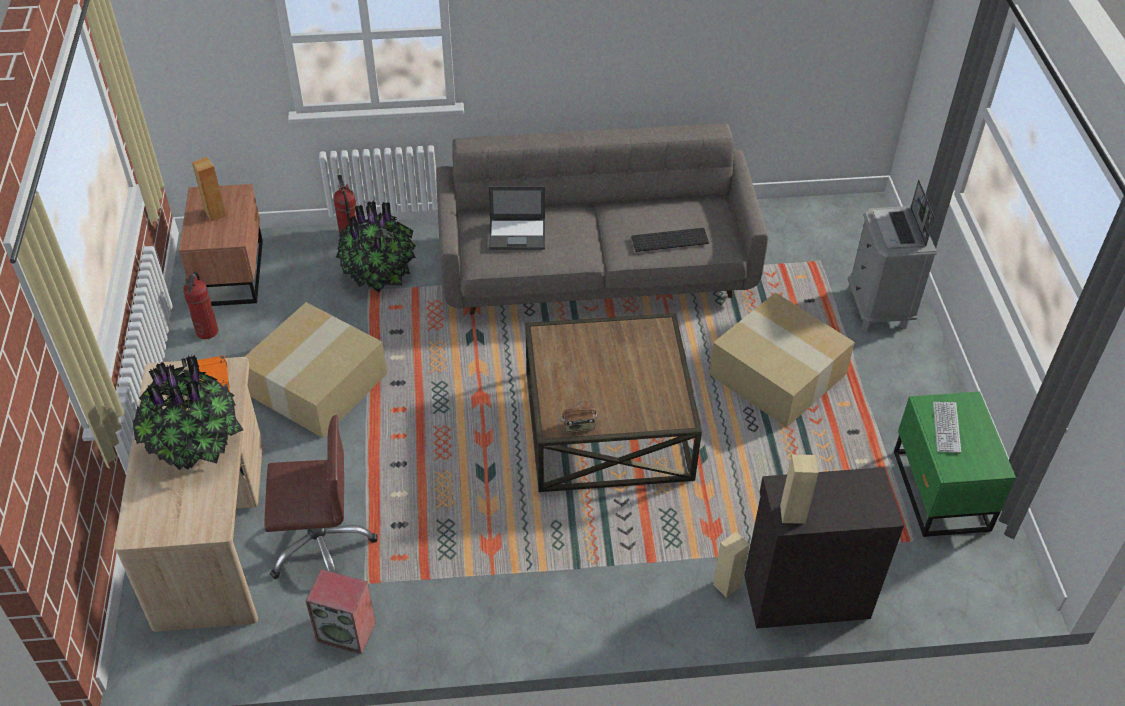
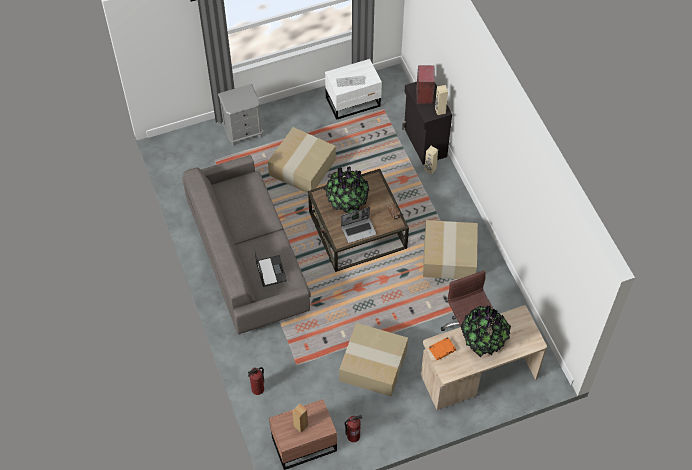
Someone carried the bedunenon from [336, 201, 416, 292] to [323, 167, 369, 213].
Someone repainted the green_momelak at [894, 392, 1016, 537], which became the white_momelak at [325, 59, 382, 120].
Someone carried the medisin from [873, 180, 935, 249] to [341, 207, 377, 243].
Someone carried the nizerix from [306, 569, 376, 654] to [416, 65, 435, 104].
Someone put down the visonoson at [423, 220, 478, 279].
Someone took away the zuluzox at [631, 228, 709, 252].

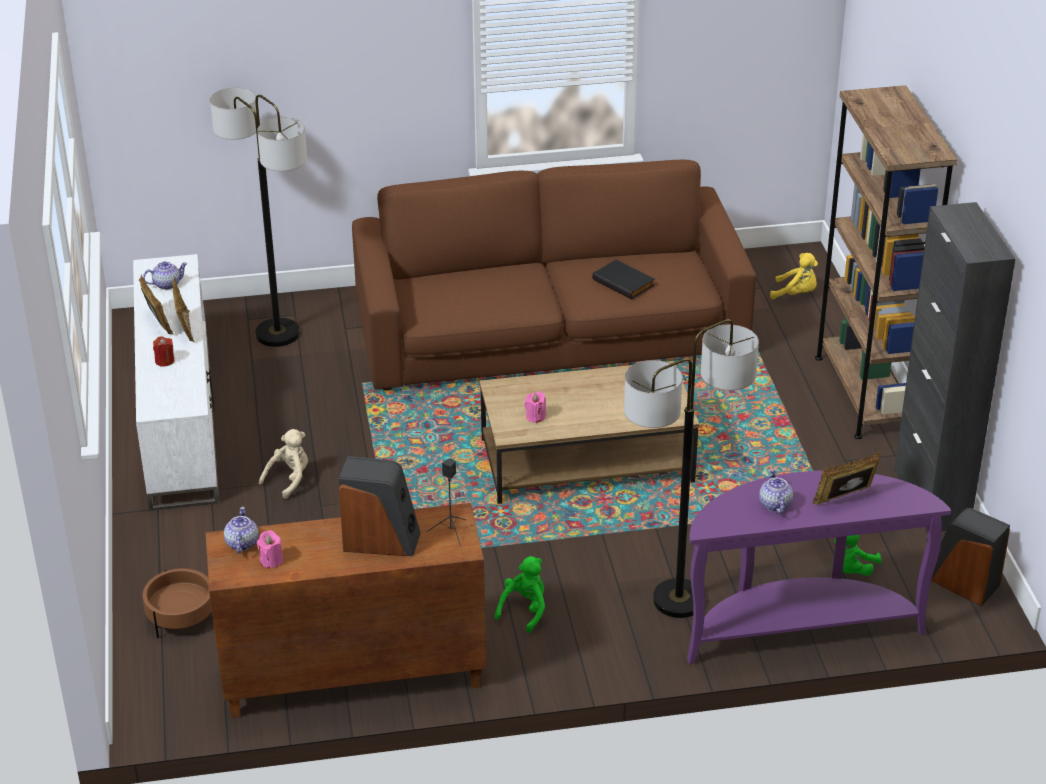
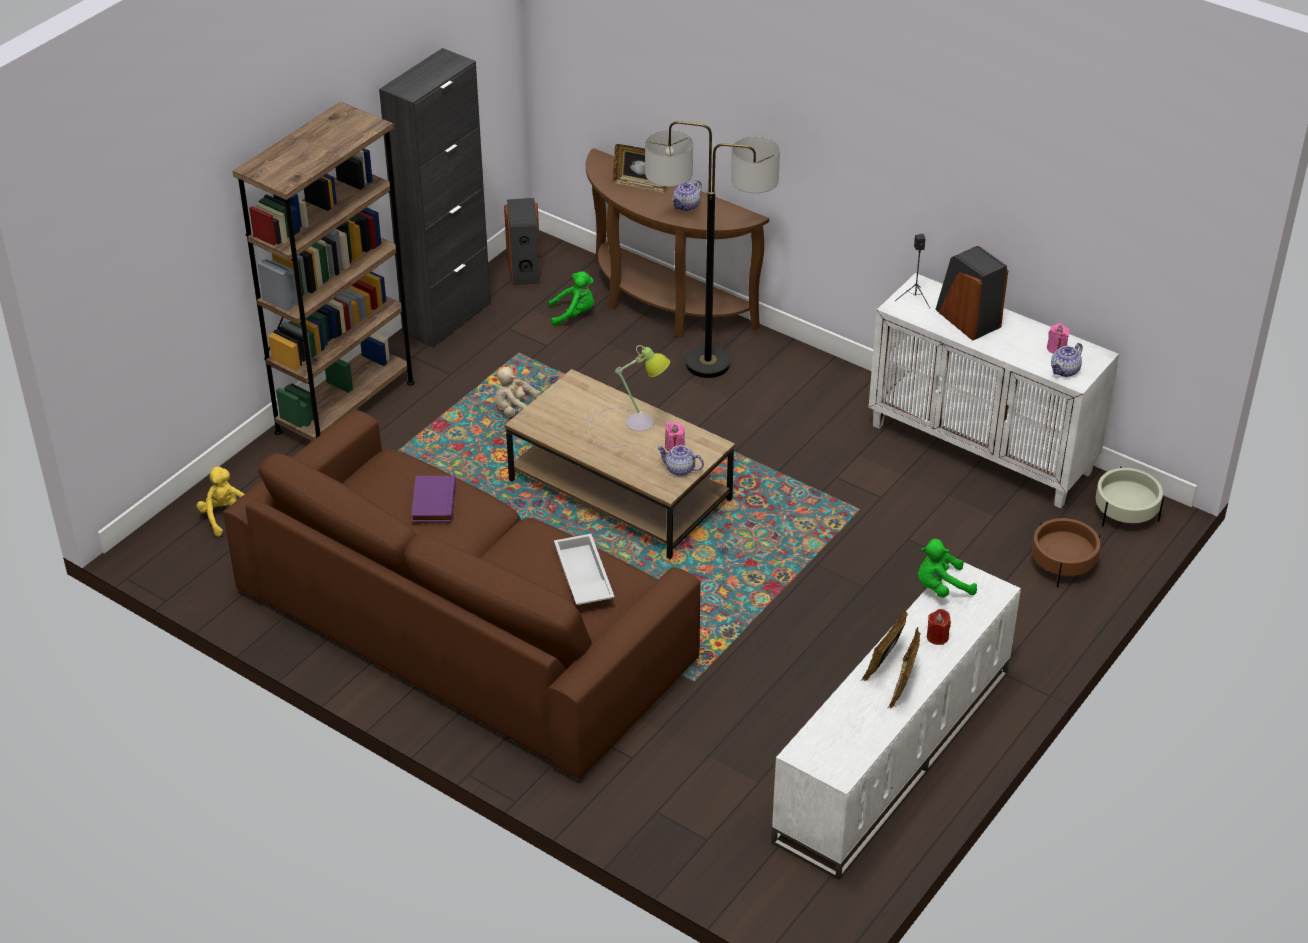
Someone repainted the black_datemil at [592, 259, 655, 299], which became the purple_datemil at [411, 475, 456, 522].
Someone carried the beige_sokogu from [259, 429, 308, 499] to [493, 367, 541, 417].
Someone put down the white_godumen at [554, 534, 615, 605].
Someone put down the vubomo at [585, 345, 670, 459].
Someone repainted the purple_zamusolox at [687, 470, 951, 664], which became the brown_zamusolox at [586, 148, 769, 337].
Someone carried the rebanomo from [143, 261, 188, 290] to [657, 445, 704, 476].
Someone repainted the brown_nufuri at [206, 503, 486, 718], which became the white_nufuri at [869, 273, 1119, 508].
Someone carried the green_sokogu from [495, 556, 545, 633] to [918, 539, 977, 598].
Someone put down the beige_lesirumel at [1096, 467, 1164, 527].
Someone took away the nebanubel at [210, 87, 307, 347].

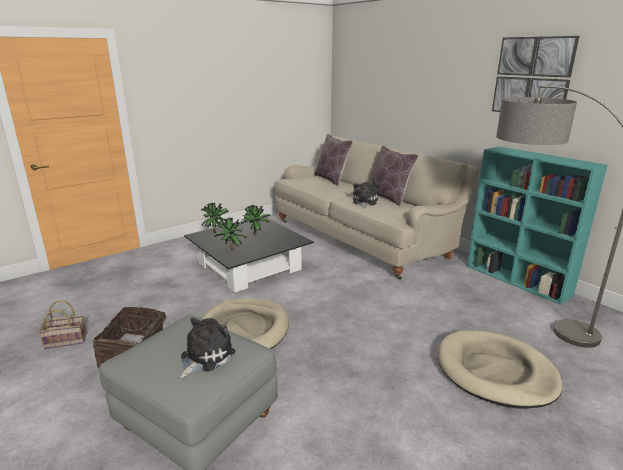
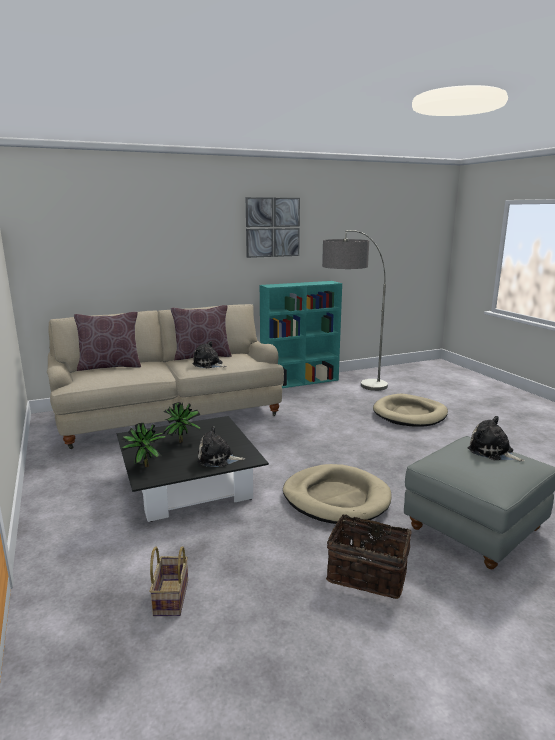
Someone carried the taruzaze from [38, 300, 87, 349] to [150, 546, 188, 616].
Someone swapped the bedunenon at [214, 218, 247, 251] for the sokogu at [197, 426, 245, 467].

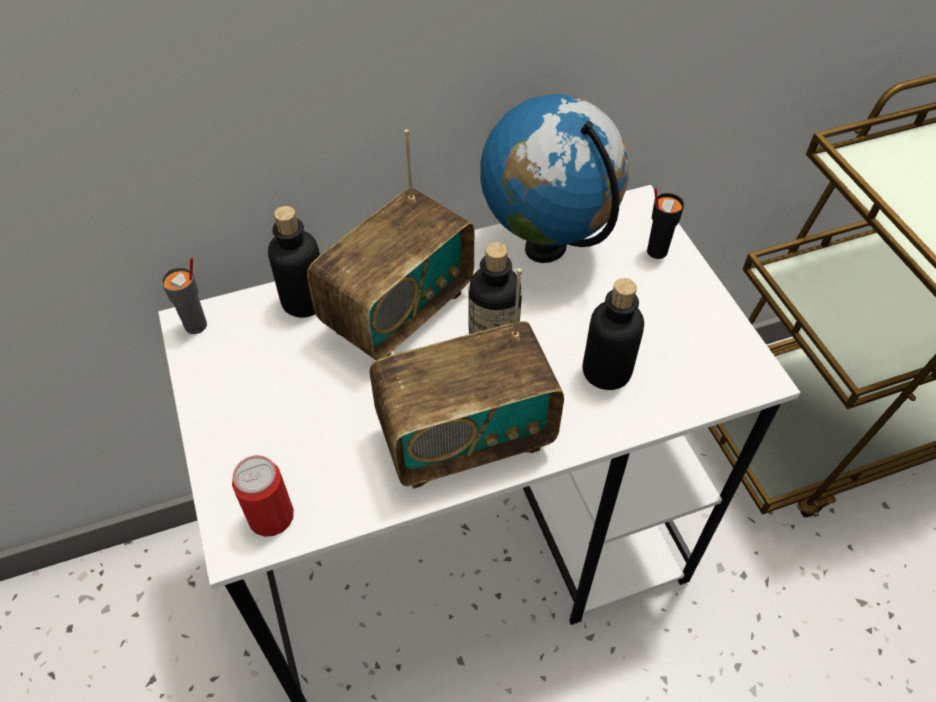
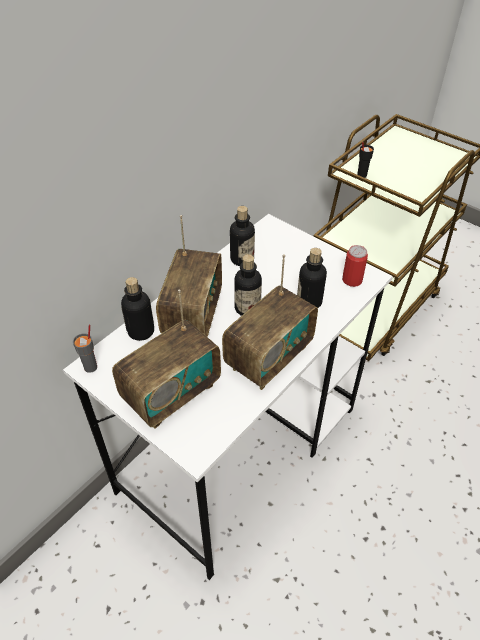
Someone put down the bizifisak at [112, 289, 221, 429].
Someone swapped the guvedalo at [480, 94, 629, 263] for the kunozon at [230, 206, 255, 266].
Someone carried the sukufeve from [232, 455, 294, 537] to [342, 245, 368, 287].
Someone carried the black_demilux from [647, 187, 684, 259] to [357, 142, 374, 178].

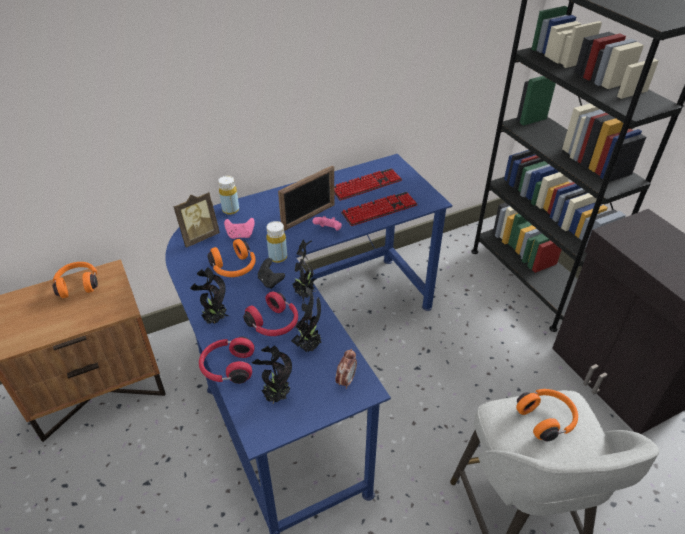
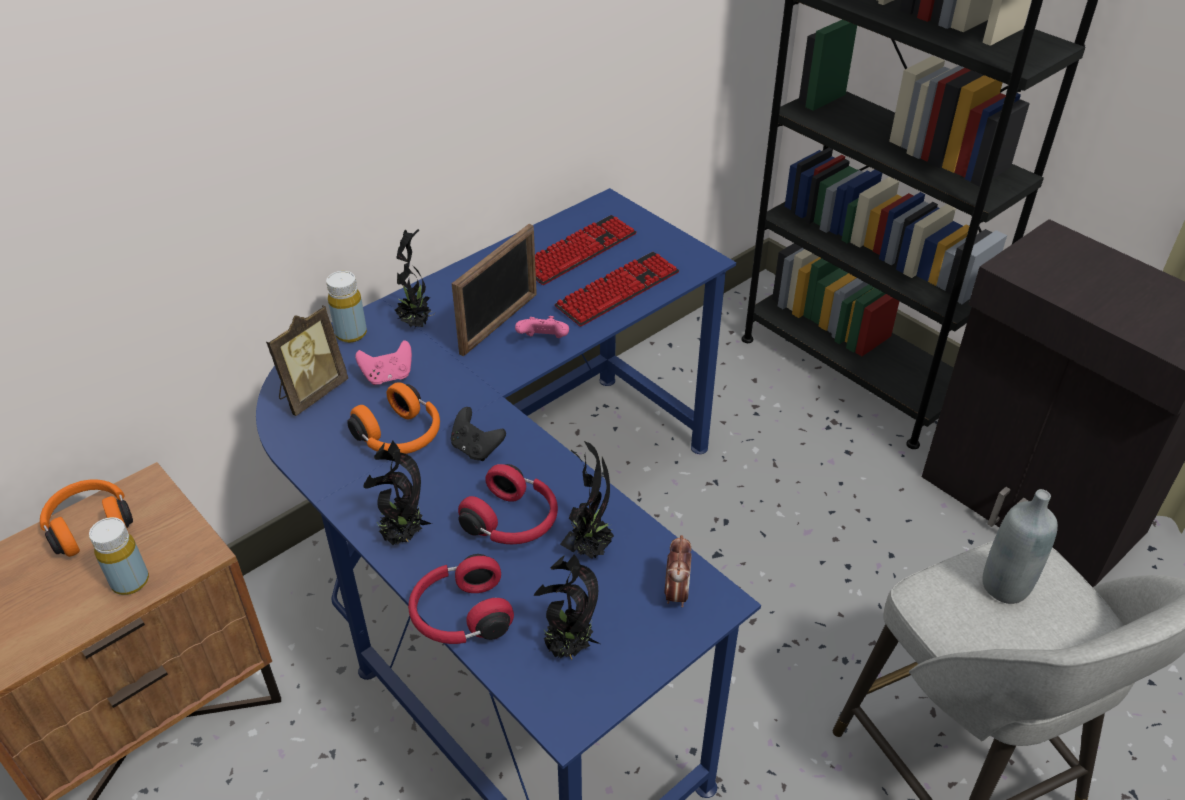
Someone carried the yellow_kunozon from [267, 221, 287, 263] to [89, 517, 149, 595].
Someone carried the bedunenon from [293, 239, 316, 298] to [395, 229, 434, 328].
Someone swapped the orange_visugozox at [516, 389, 578, 442] for the grey_kunozon at [982, 489, 1058, 604].

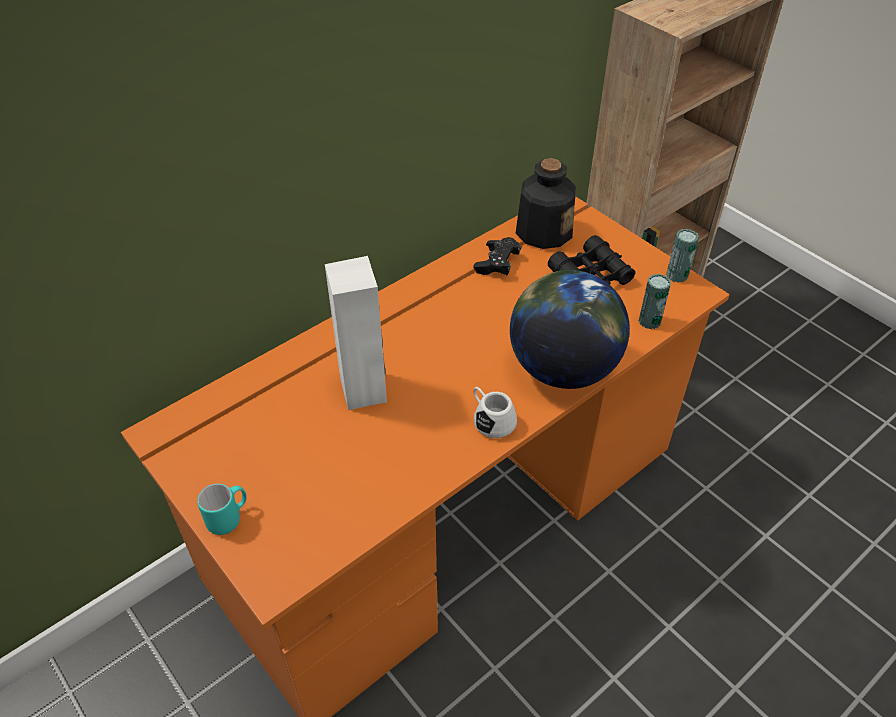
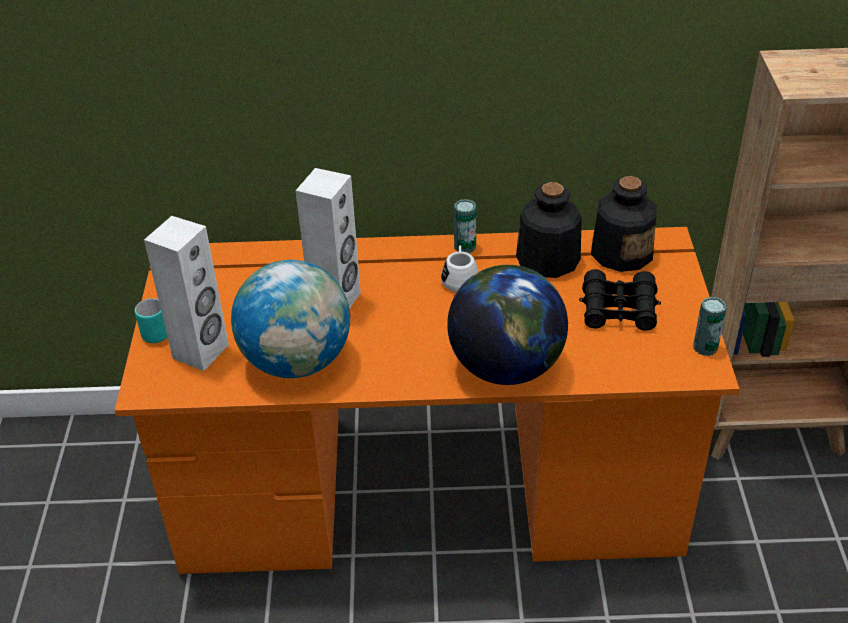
Someone put down the white_nizerix at [144, 216, 229, 371].
Someone put down the guvedalo at [231, 260, 350, 378].
Someone carried the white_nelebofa from [474, 387, 517, 438] to [441, 245, 479, 292].
Someone carried the sukufeve from [639, 274, 671, 329] to [454, 199, 476, 253].
Someone swapped the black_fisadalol at [473, 237, 521, 275] for the kunozon at [516, 182, 582, 278].

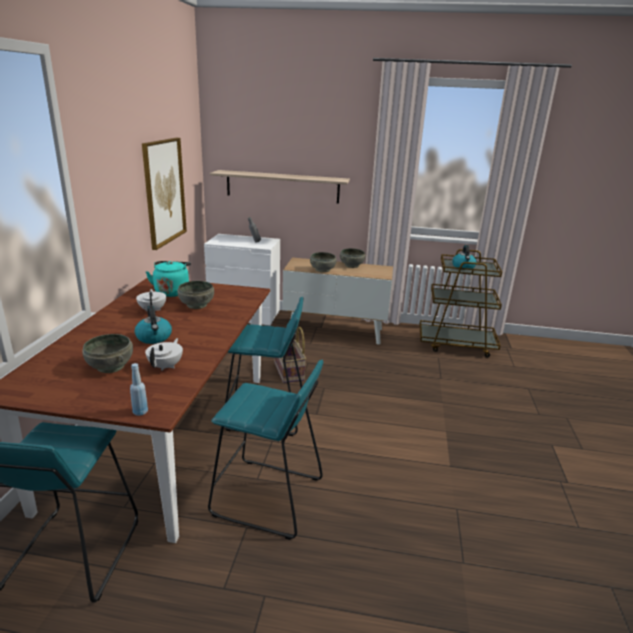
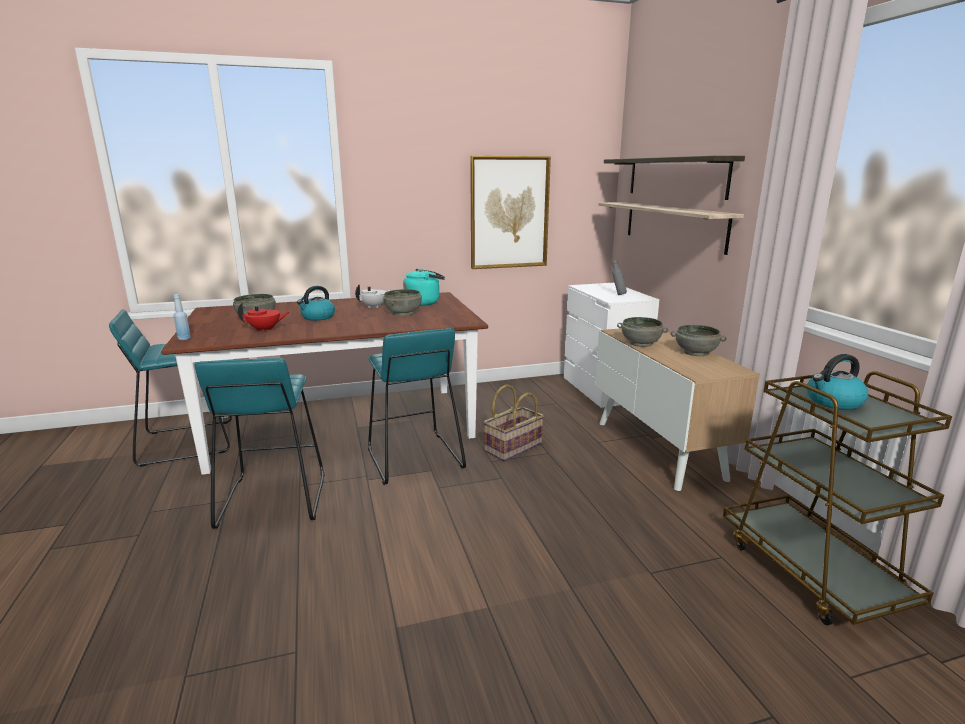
Someone repainted the white_rebanomo at [145, 338, 183, 371], which became the red_rebanomo at [238, 303, 289, 332].
Someone put up the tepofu at [604, 156, 745, 200].

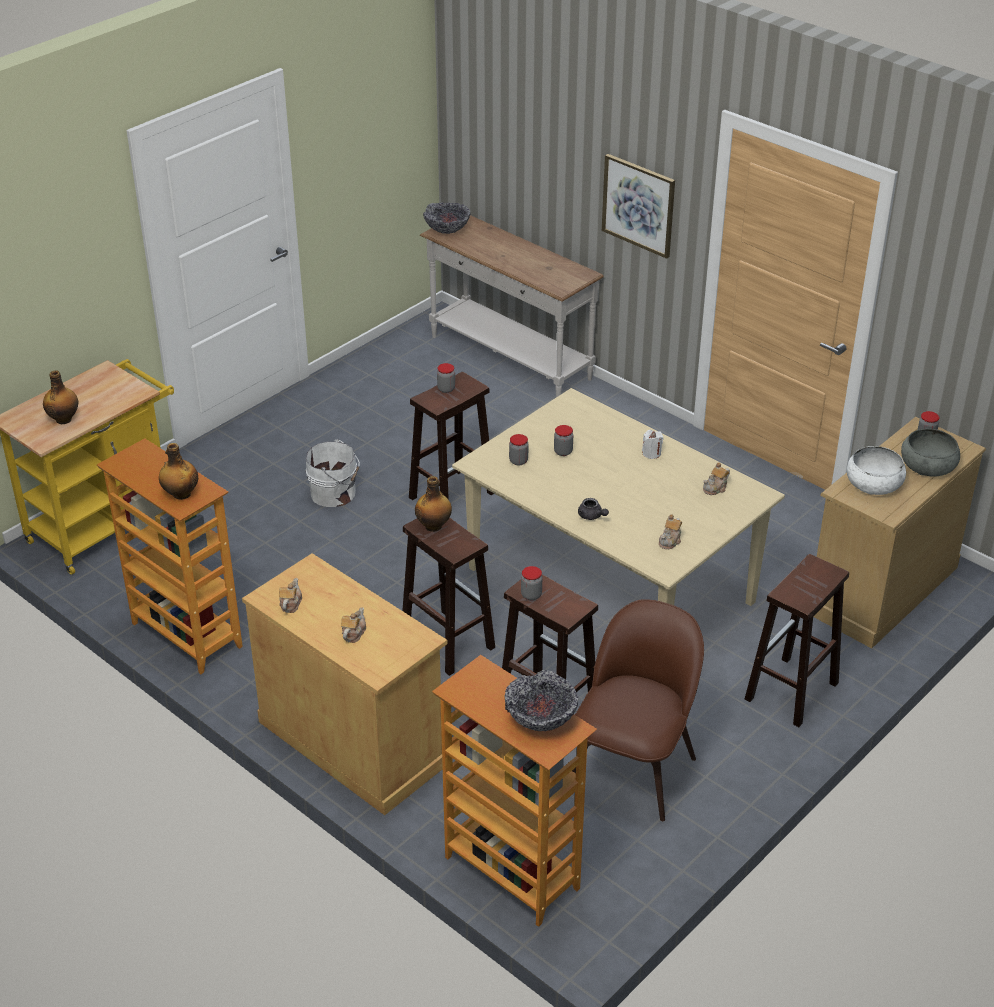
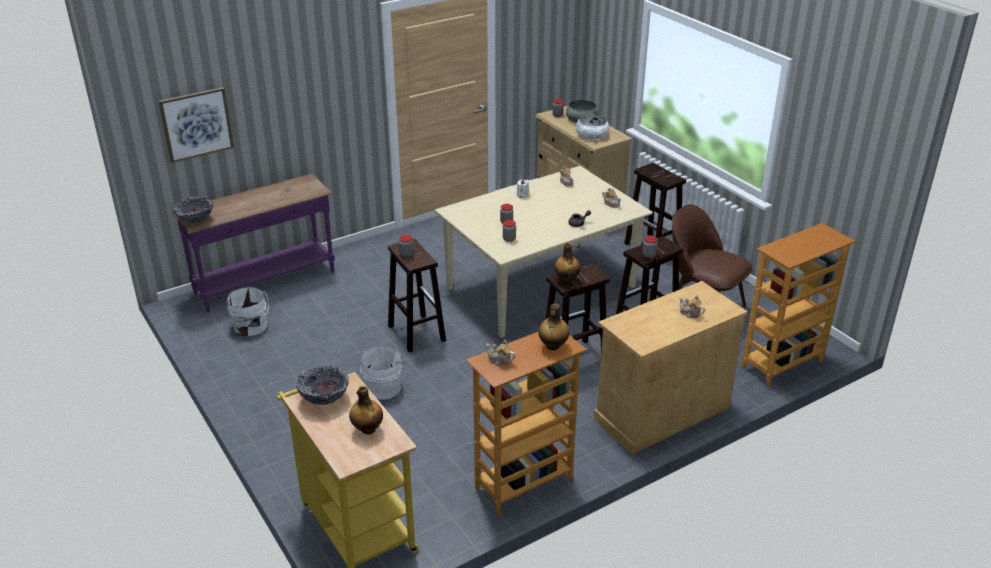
Someone carried the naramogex from [602, 154, 675, 259] to [159, 87, 234, 163].
Someone repainted the white_zamusolox at [420, 215, 604, 397], which became the purple_zamusolox at [172, 174, 335, 313].
Someone put down the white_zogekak at [226, 287, 269, 336].
Someone carried the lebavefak from [504, 670, 578, 731] to [296, 366, 349, 405].
Someone carried the rebanomo from [279, 578, 302, 613] to [486, 339, 515, 366].

